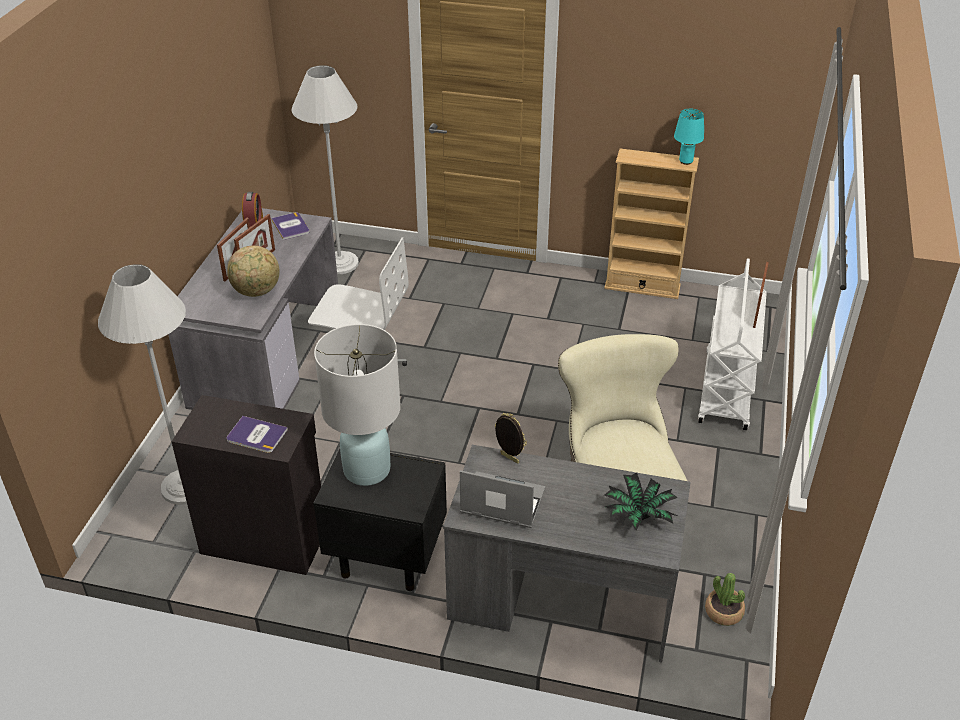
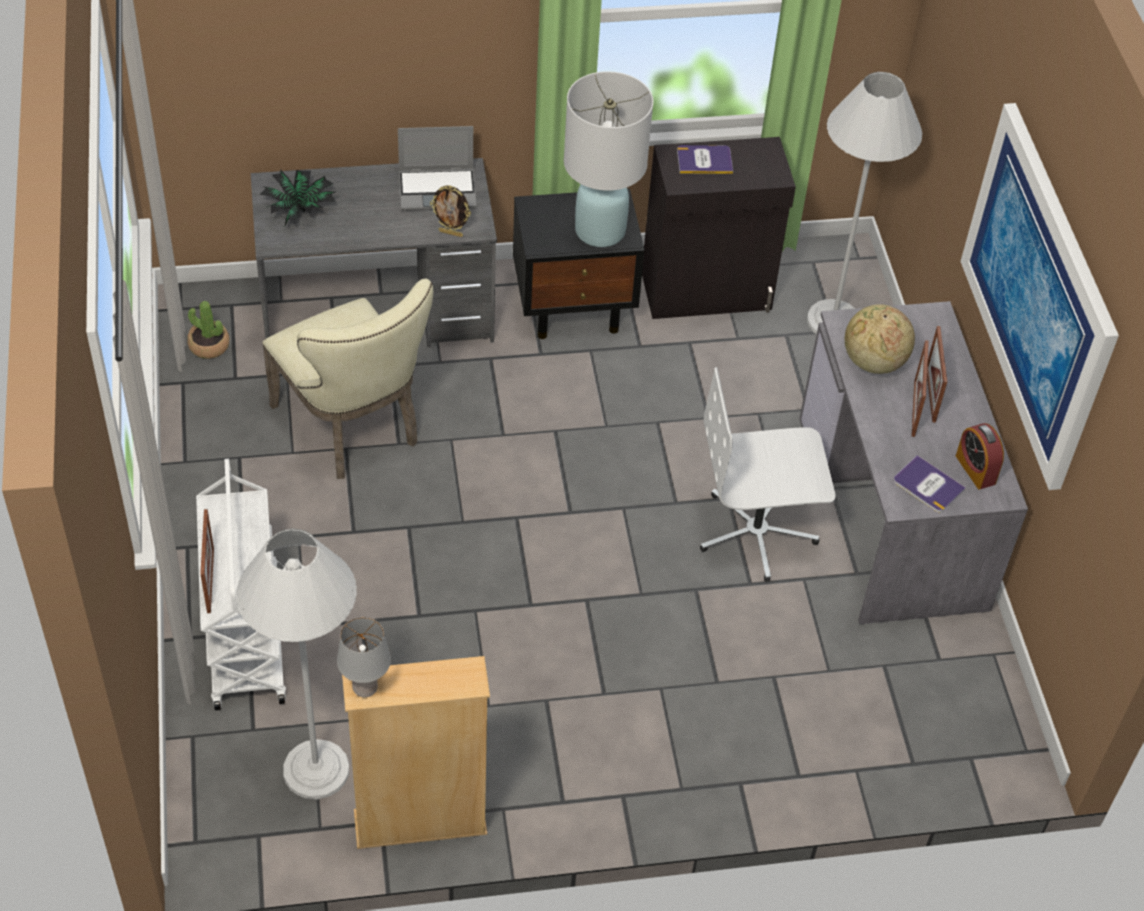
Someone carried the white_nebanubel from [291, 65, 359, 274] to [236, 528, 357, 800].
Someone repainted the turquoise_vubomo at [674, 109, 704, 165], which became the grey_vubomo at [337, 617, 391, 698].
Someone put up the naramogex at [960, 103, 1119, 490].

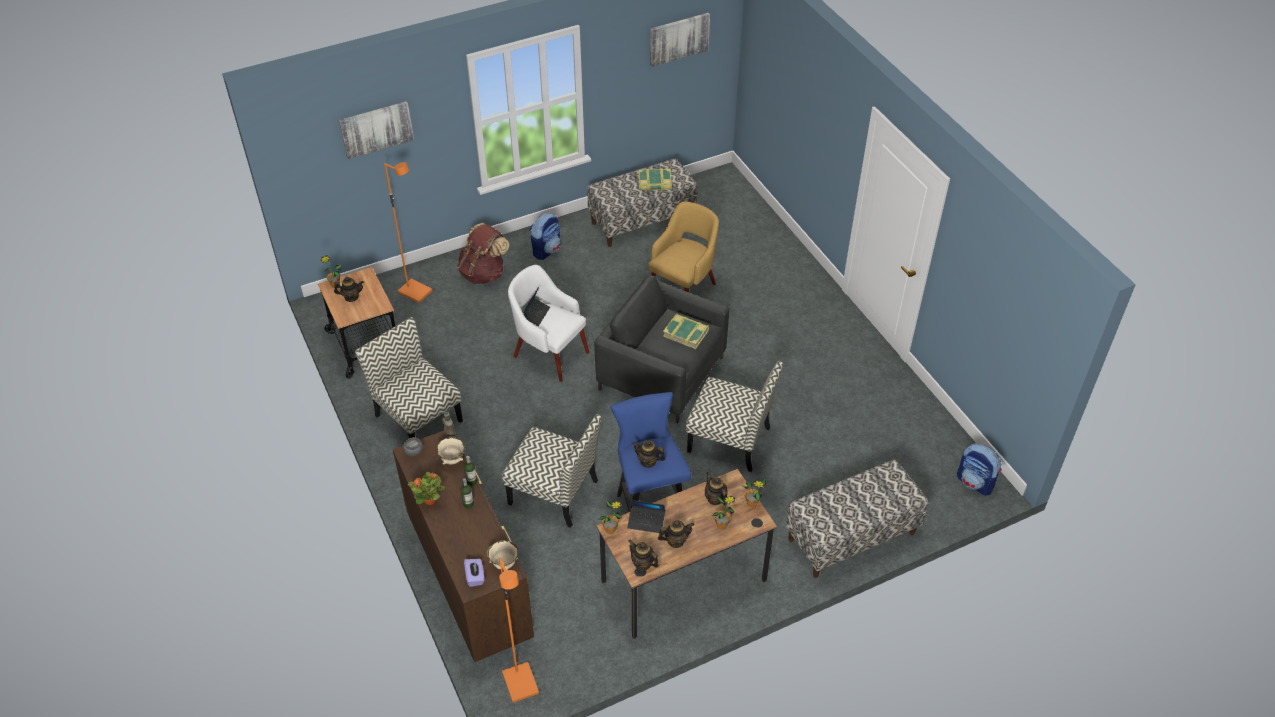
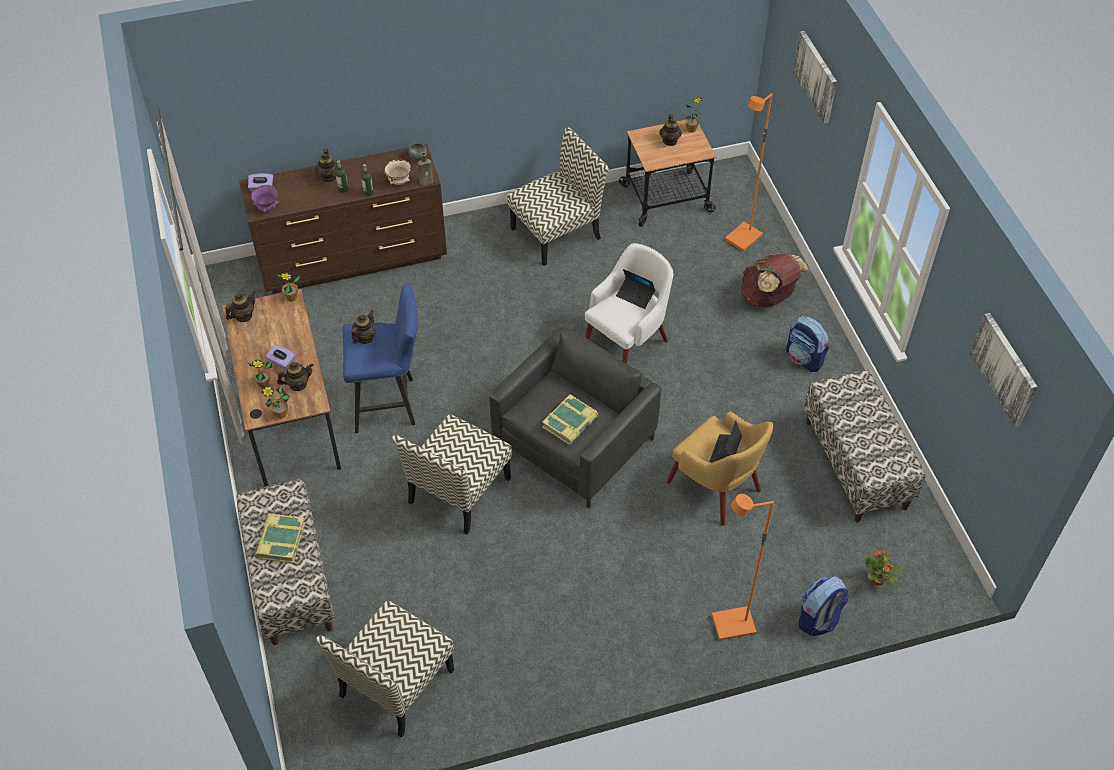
Someone repainted the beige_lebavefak at [487, 540, 518, 571], which became the purple_lebavefak at [251, 185, 280, 213].
Someone carried the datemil from [638, 169, 672, 191] to [254, 513, 305, 563].
Someone put down the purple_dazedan at [266, 344, 296, 371].
Someone carried the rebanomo from [658, 520, 694, 548] to [315, 149, 338, 182].
Someone carried the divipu from [502, 414, 601, 528] to [316, 600, 454, 738].
Someone carried the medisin from [627, 500, 665, 533] to [709, 420, 742, 462].
Someone carried the orange_nebanubel from [499, 557, 539, 703] to [711, 494, 774, 640].
Someone carried the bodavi from [957, 443, 1002, 496] to [799, 576, 849, 636].
Someone carried the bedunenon from [408, 472, 445, 505] to [865, 550, 902, 585].

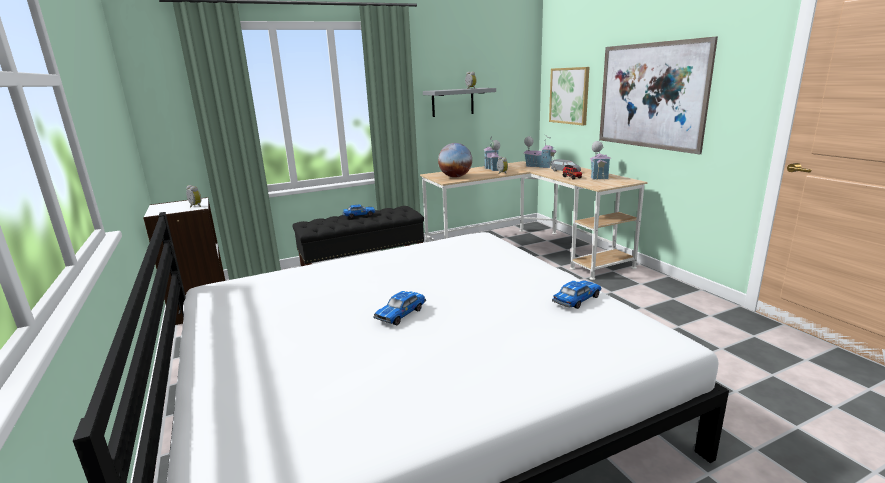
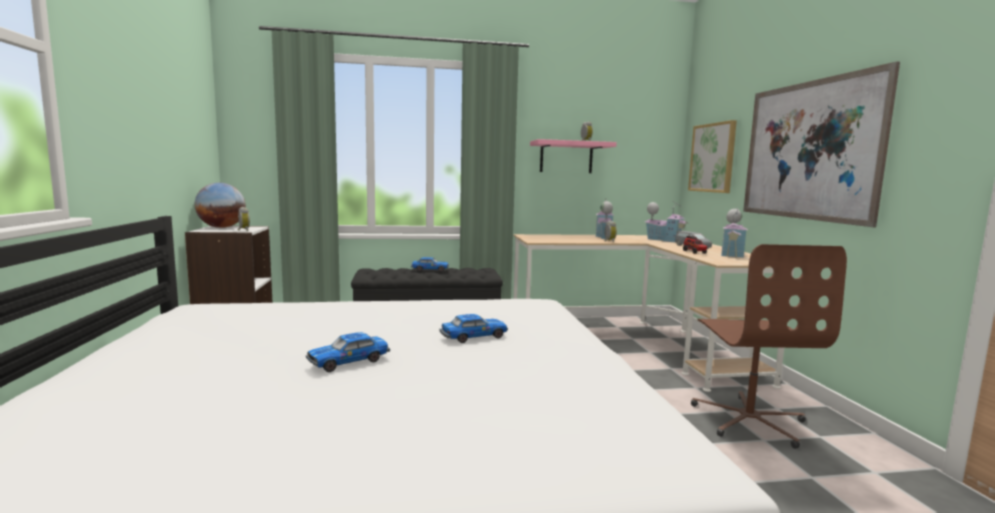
Someone carried the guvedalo from [438, 143, 472, 178] to [195, 183, 246, 228].
Someone carried the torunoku from [552, 280, 601, 309] to [439, 314, 508, 343].
Someone repainted the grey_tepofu at [423, 88, 496, 117], which became the pink_tepofu at [530, 139, 617, 173].
Someone put down the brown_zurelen at [691, 244, 847, 449].

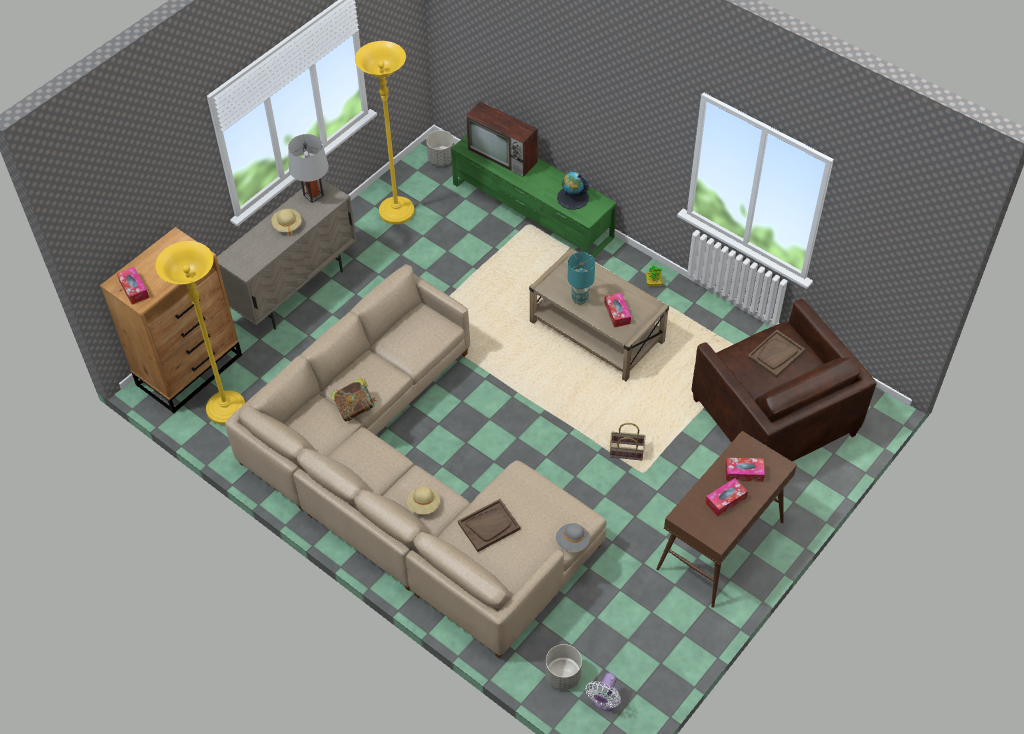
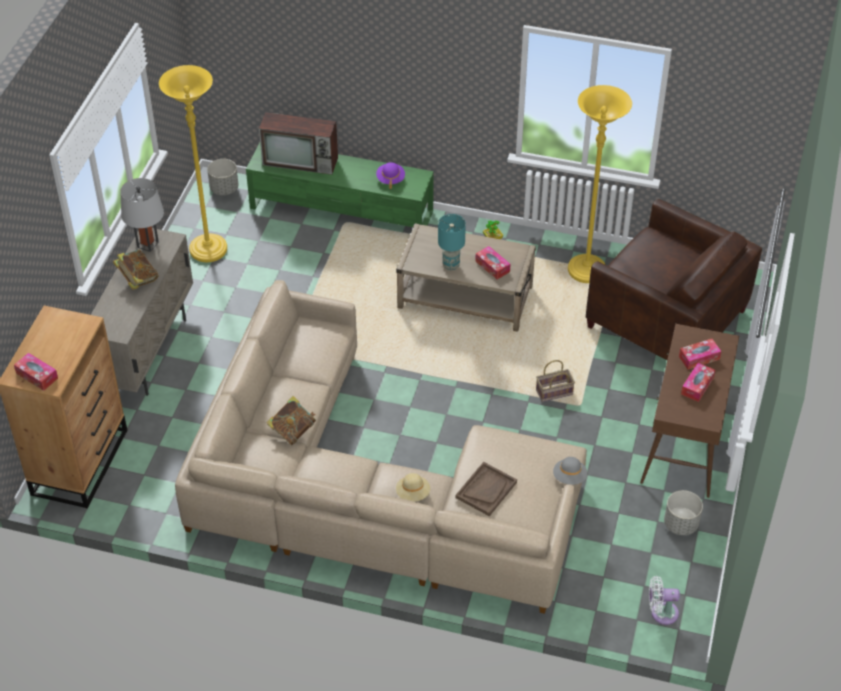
Someone swapped the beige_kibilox at [271, 209, 301, 236] for the datemil at [113, 249, 159, 290].
Someone swapped the guvedalo at [557, 172, 589, 210] for the purple_kibilox at [376, 162, 405, 189].
Someone carried the yellow_nebanubel from [155, 241, 245, 425] to [568, 85, 632, 283].
Someone rotated the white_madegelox at [585, 673, 621, 711] by 90 degrees clockwise.
Someone carried the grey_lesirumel from [546, 644, 582, 690] to [664, 490, 703, 535].
Someone took away the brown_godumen at [747, 330, 805, 378].

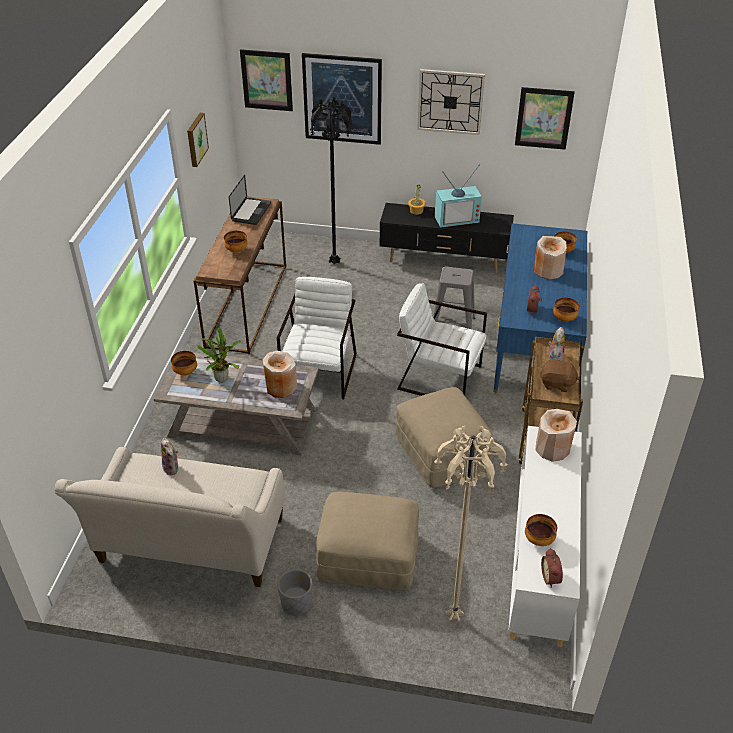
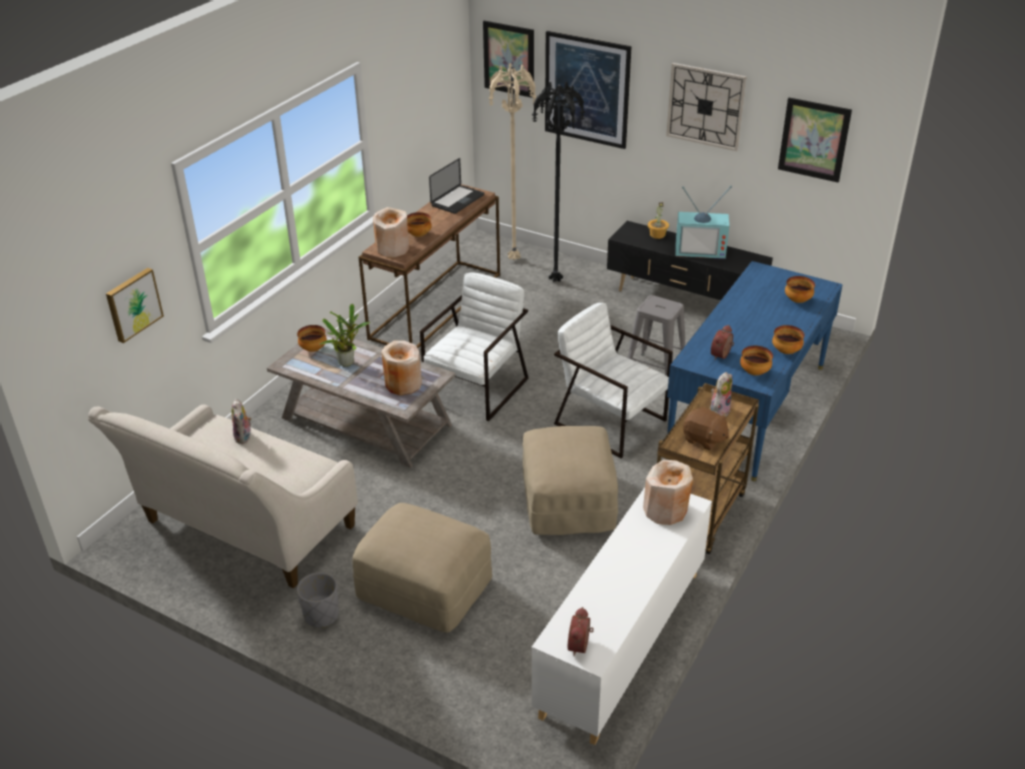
Someone carried the naramogex from [187, 113, 209, 167] to [106, 268, 164, 343].
Someone carried the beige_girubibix from [534, 236, 567, 279] to [373, 207, 409, 257].
Someone carried the beige_nebanubel from [434, 426, 508, 621] to [488, 63, 537, 260].
Someone carried the lebavefak from [525, 514, 557, 546] to [772, 325, 805, 354].

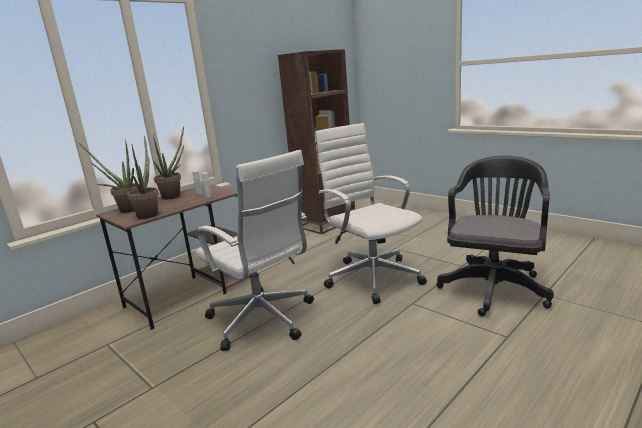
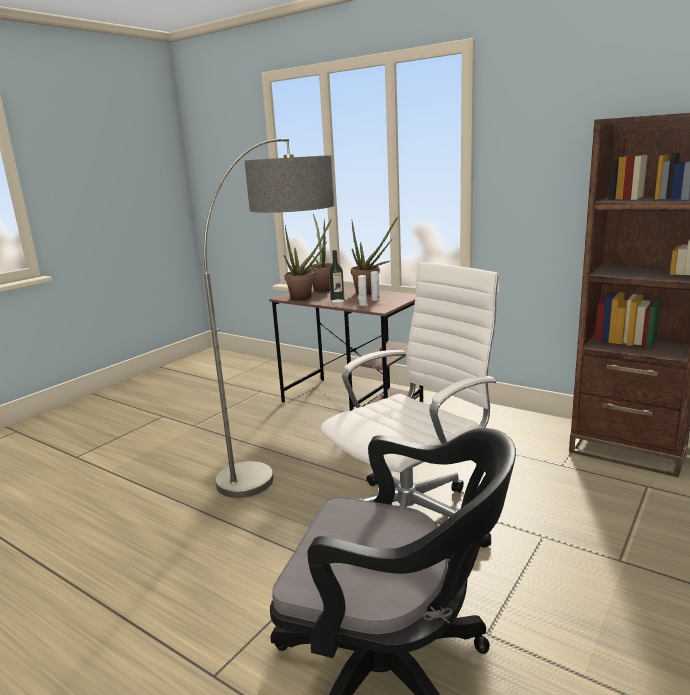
Someone swapped the white_zurelen at [196, 150, 314, 351] for the nebanubel at [204, 138, 335, 498].
Someone put down the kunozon at [329, 250, 345, 303].

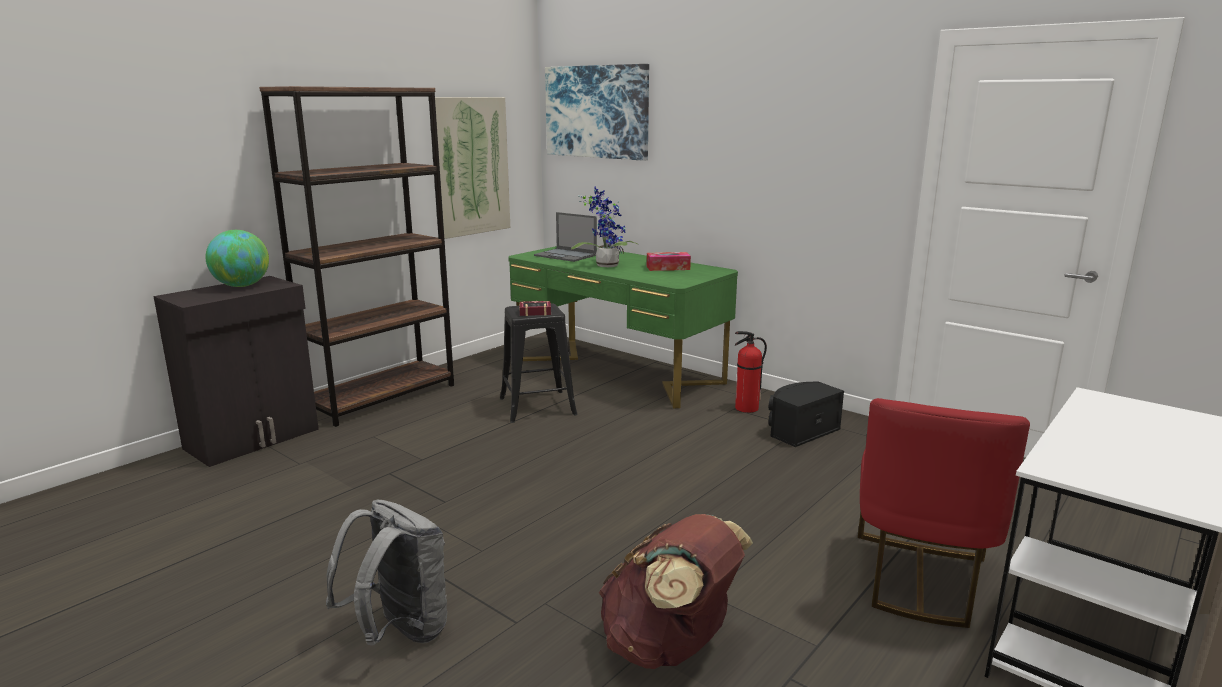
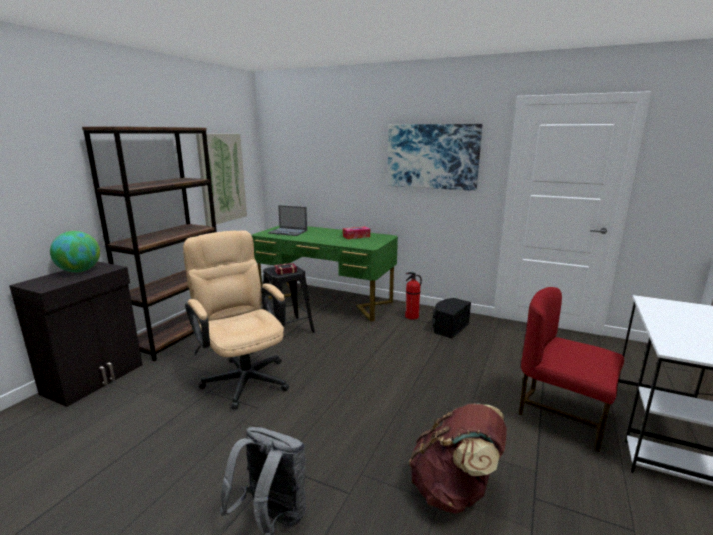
Someone put down the beige_zurelen at [183, 230, 289, 409].
Someone carried the naramogex from [545, 64, 649, 161] to [387, 124, 482, 191].
Someone rotated the red_divipu at [858, 398, 1030, 628] by 120 degrees clockwise.
Someone took away the bedunenon at [571, 186, 639, 267].

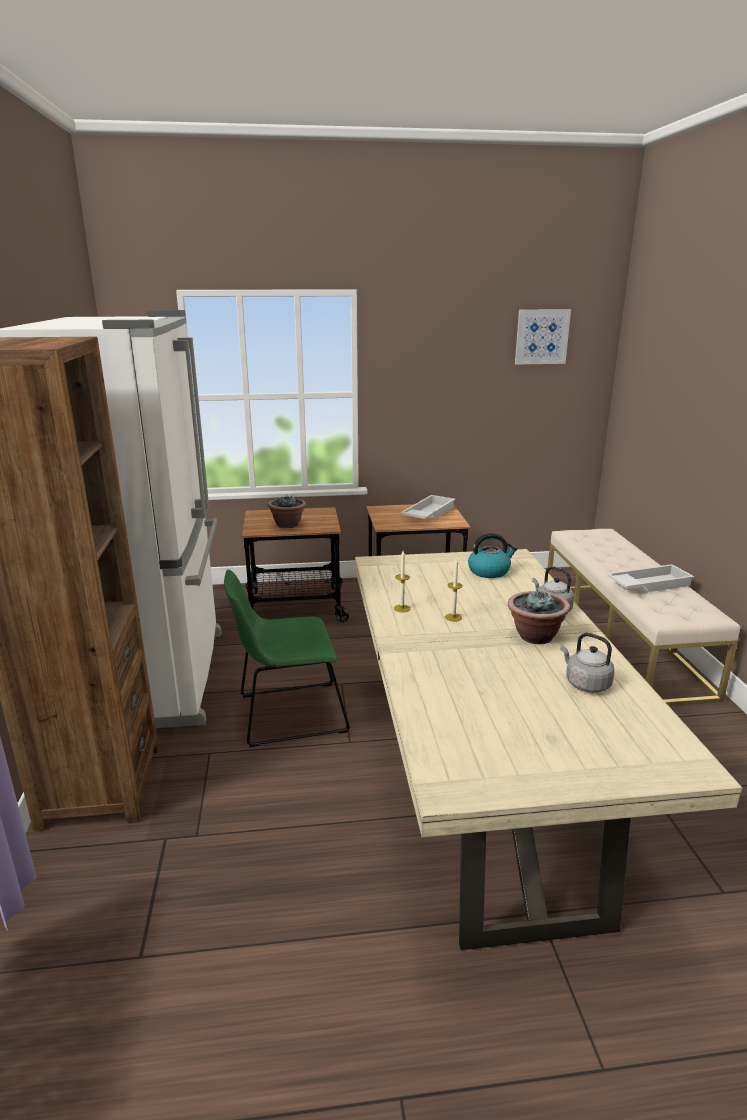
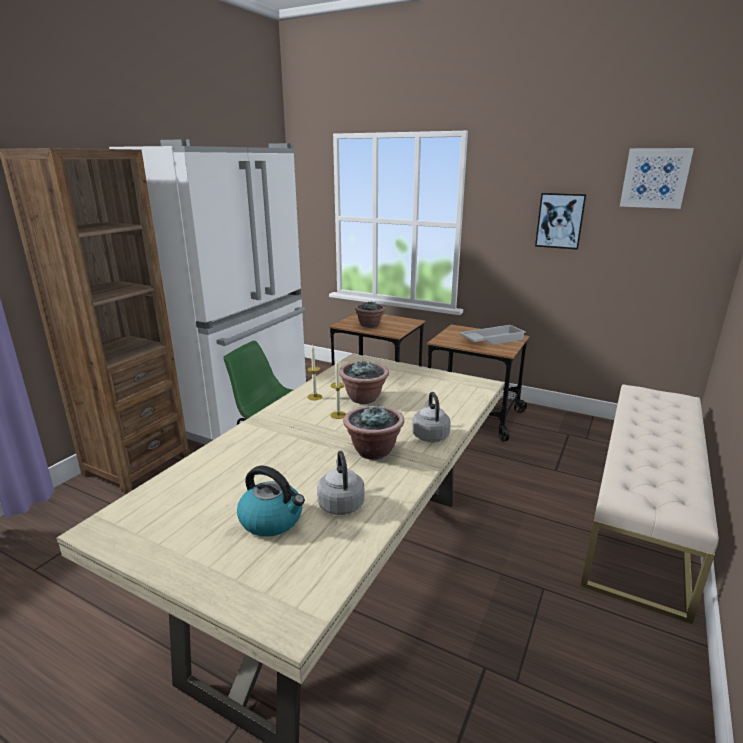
Someone carried the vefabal from [468, 533, 517, 578] to [237, 465, 305, 537].
Someone put down the bedunenon at [339, 360, 389, 404].
Someone put up the naramogex at [535, 193, 587, 250].
Someone took away the white_godumen at [606, 564, 695, 592].

